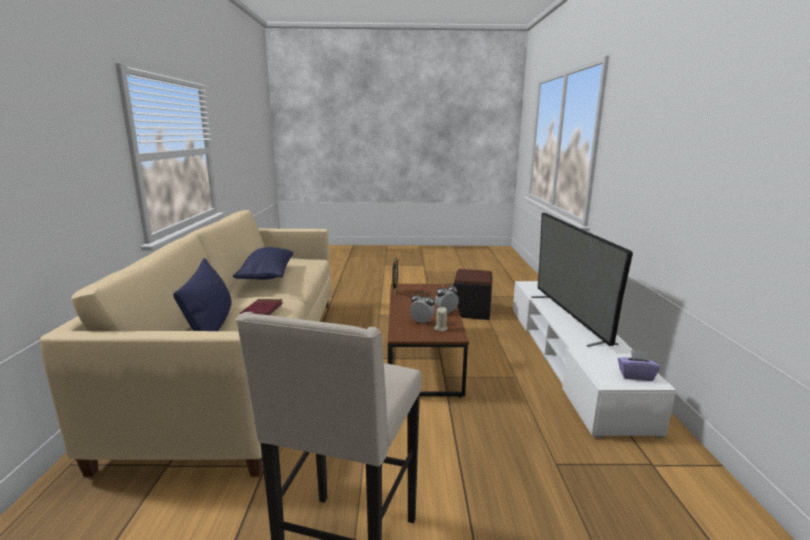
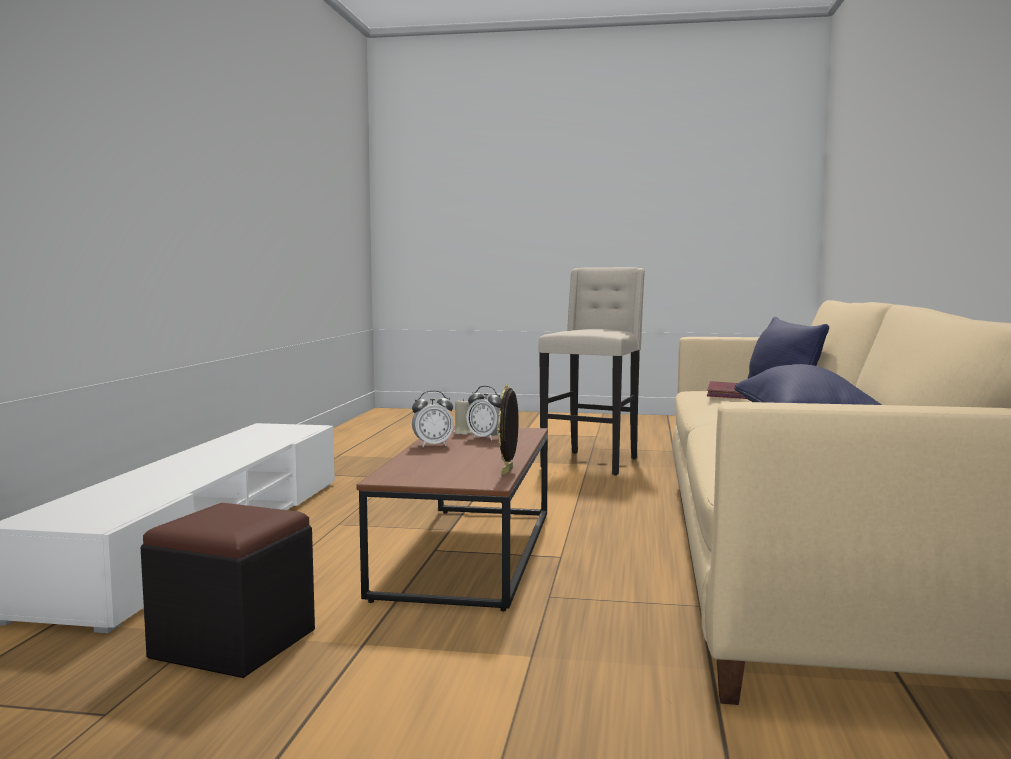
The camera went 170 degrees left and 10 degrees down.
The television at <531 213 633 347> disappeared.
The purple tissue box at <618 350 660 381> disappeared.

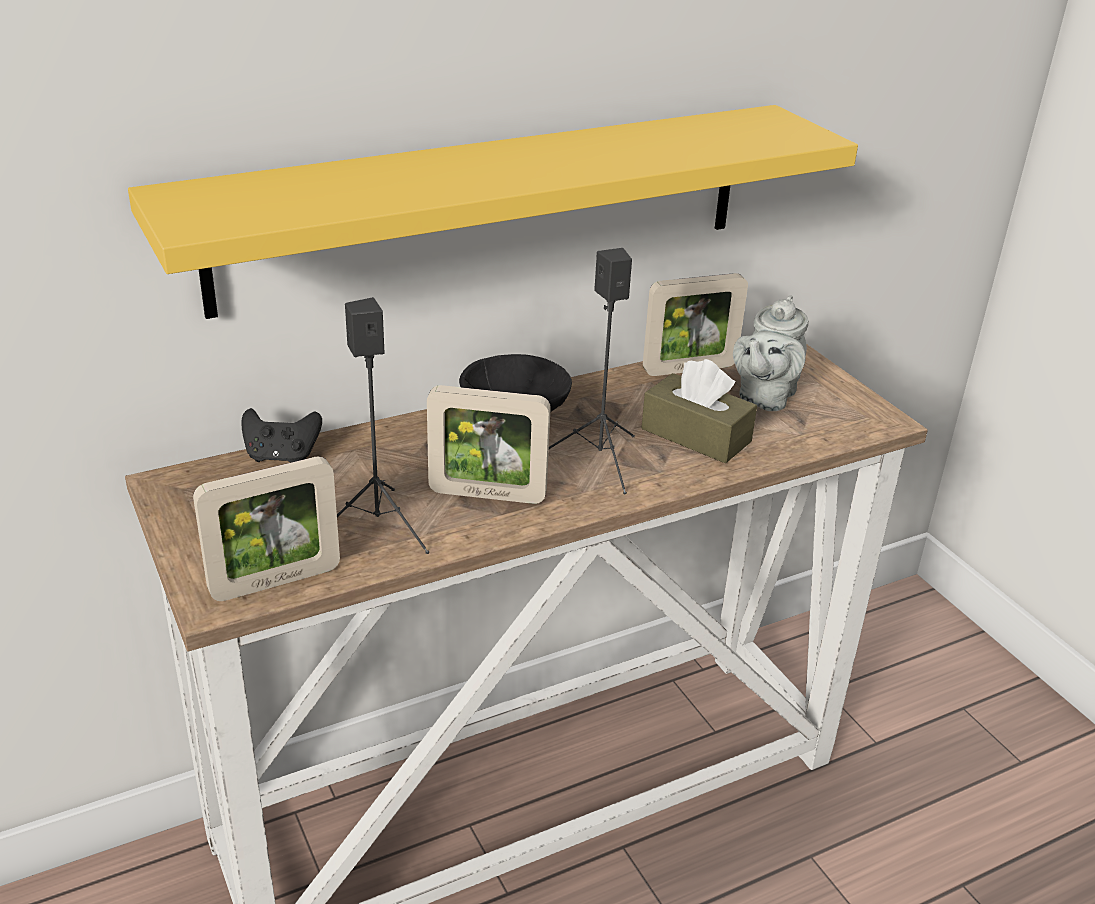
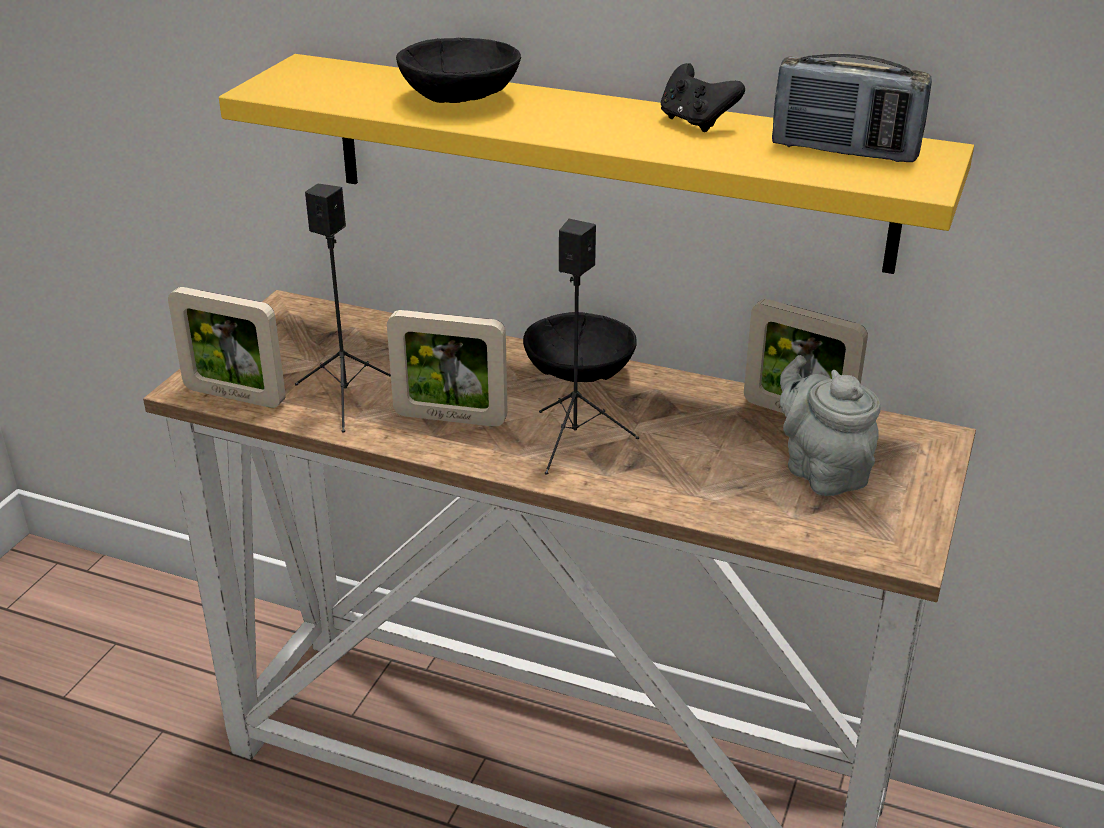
The camera went 50 degrees right and 0 degrees up.
The grey teapot at <733 295 809 411> turned 75 degrees clockwise.
The brown tissue box at <641 359 757 463> disappeared.
The picture frame at <427 385 551 504> turned 45 degrees counterclockwise.
The black game controller moved from <241 408 322 462> to <661 63 745 132>.
The black bowl at <396 38 521 103> appeared.
The radio at <772 54 932 162> appeared.

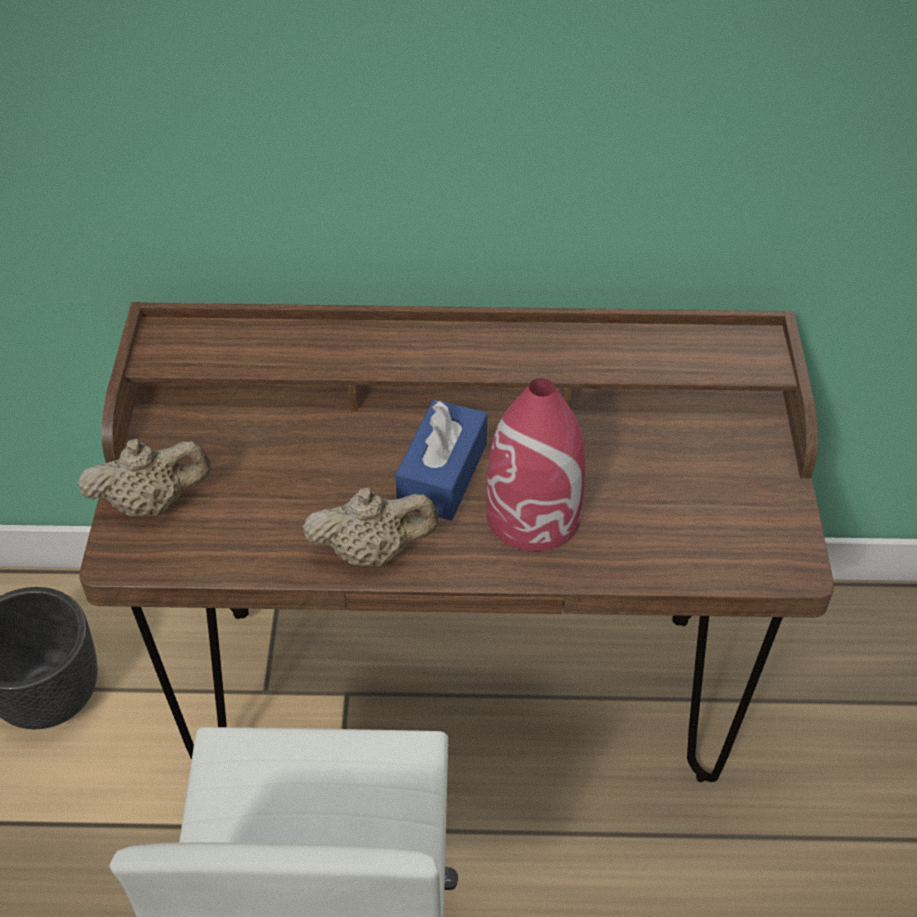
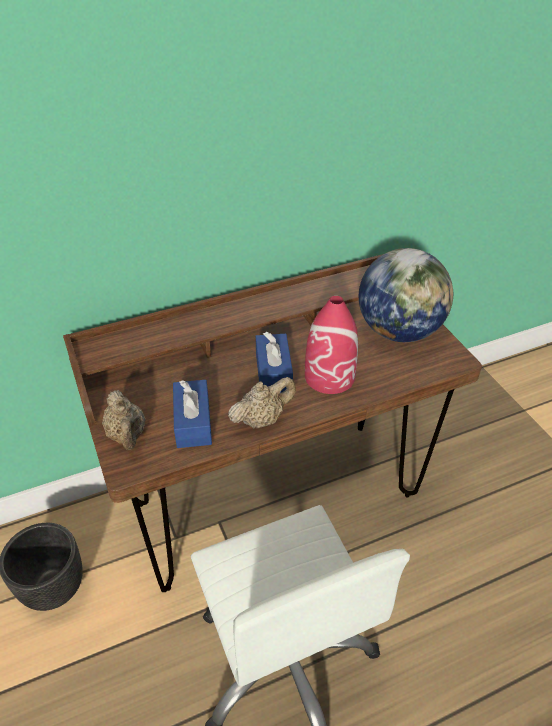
The camera went 25 degrees left and 5 degrees down.
The beige teapot at <77 439 210 516> turned 105 degrees clockwise.
The globe at <359 248 453 342> appeared.
The blue tissue box at <173 380 212 448> appeared.

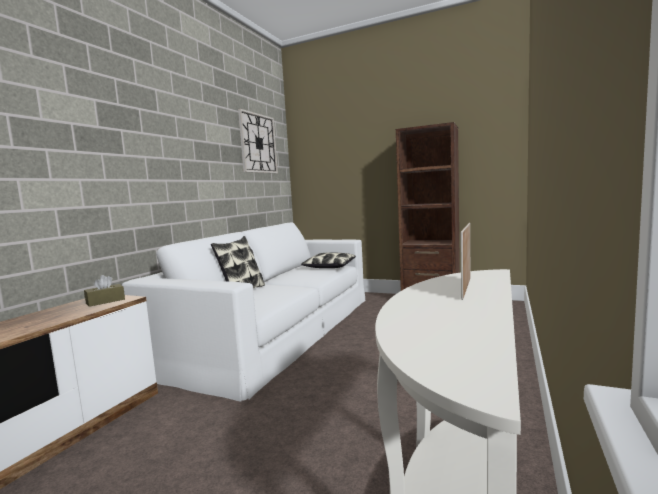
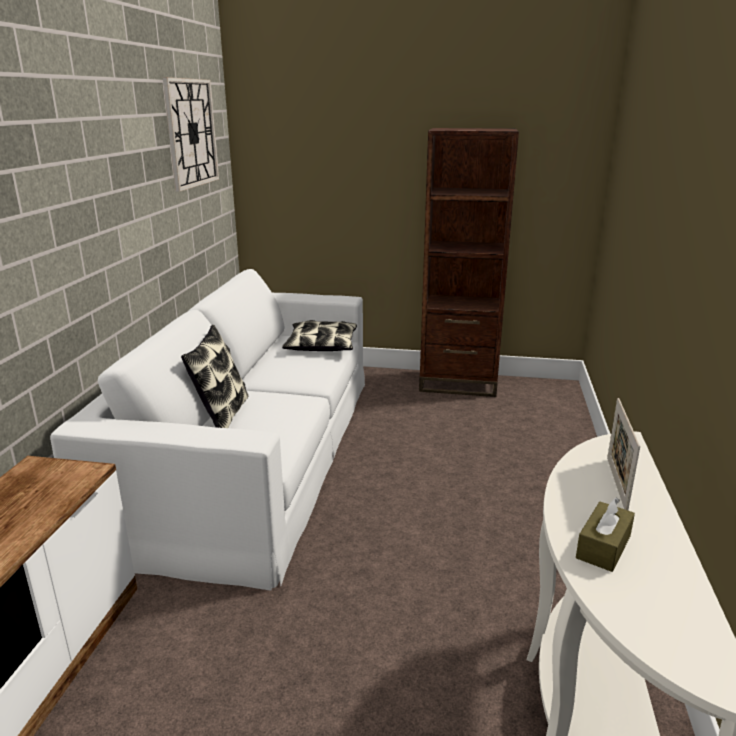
The camera went 15 degrees left and 15 degrees up.
The brown tissue box moved from <84 275 125 307> to <576 498 635 572>.

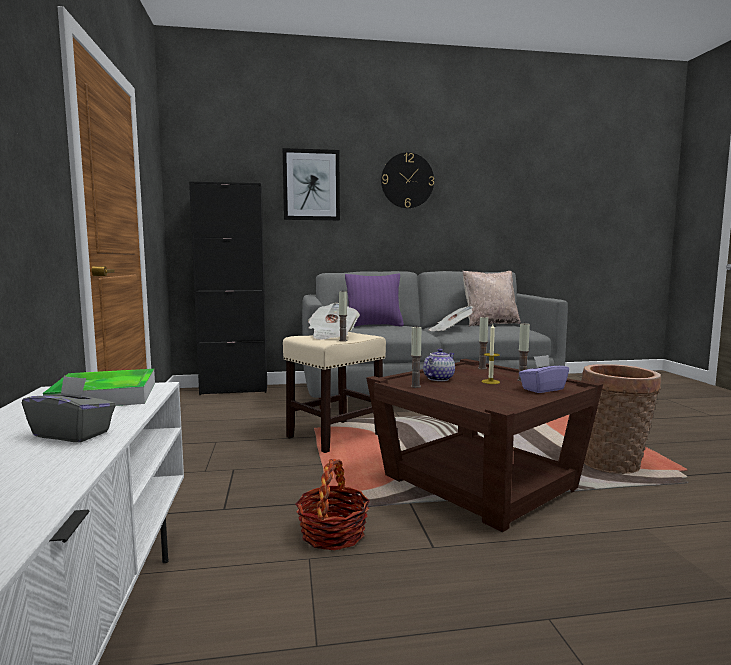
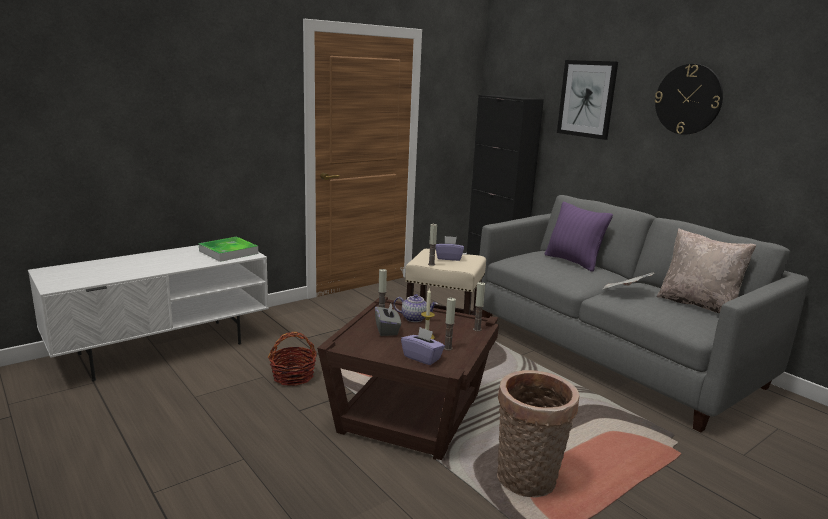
The camera went 60 degrees right and 10 degrees up.
The newspaper at <308 303 360 340> was replaced by the purple tissue box at <435 236 464 261>.
The grey tissue box moved from <22 376 116 442> to <375 304 401 336>.

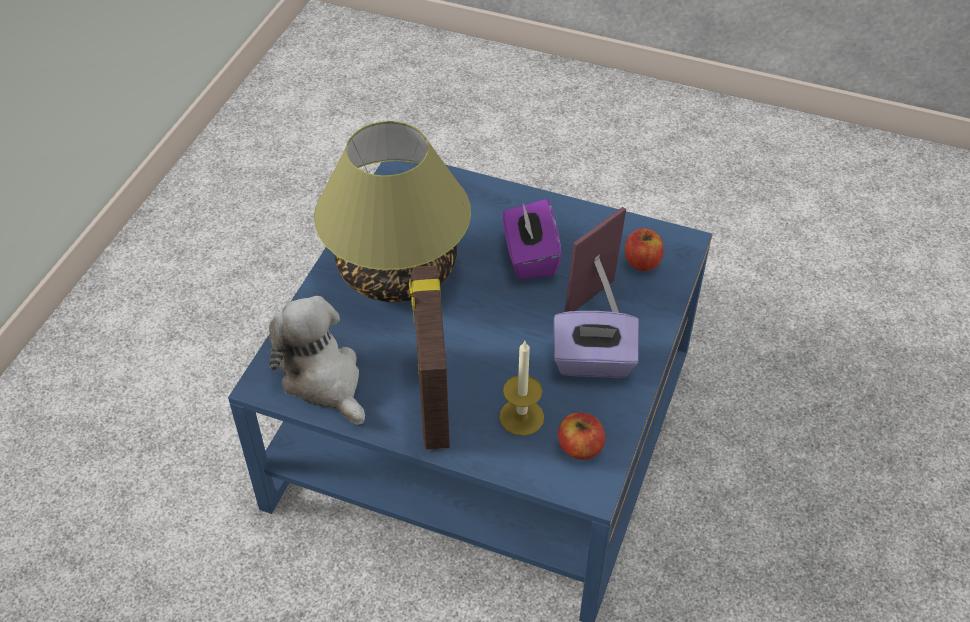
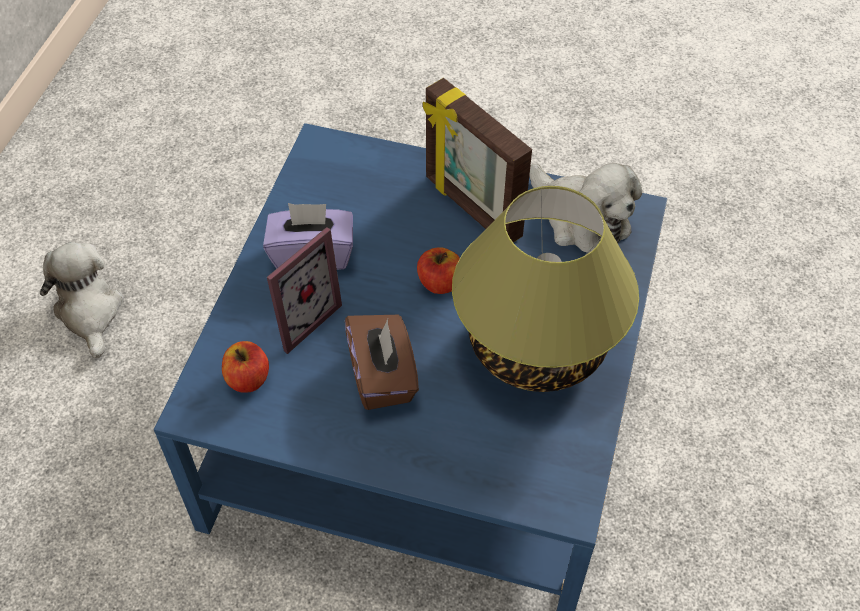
The camera went 175 degrees right and 5 degrees up.
The purple tissue box at <503 199 562 279> became the brown tissue box at <345 315 419 410>.
The picture frame at <409 266 450 450> turned 150 degrees clockwise.
The candle at <499 341 544 436> disappeared.
The apple moved from <558 413 605 460> to <417 247 460 294>.
The plush toy at <40 242 124 358> appeared.

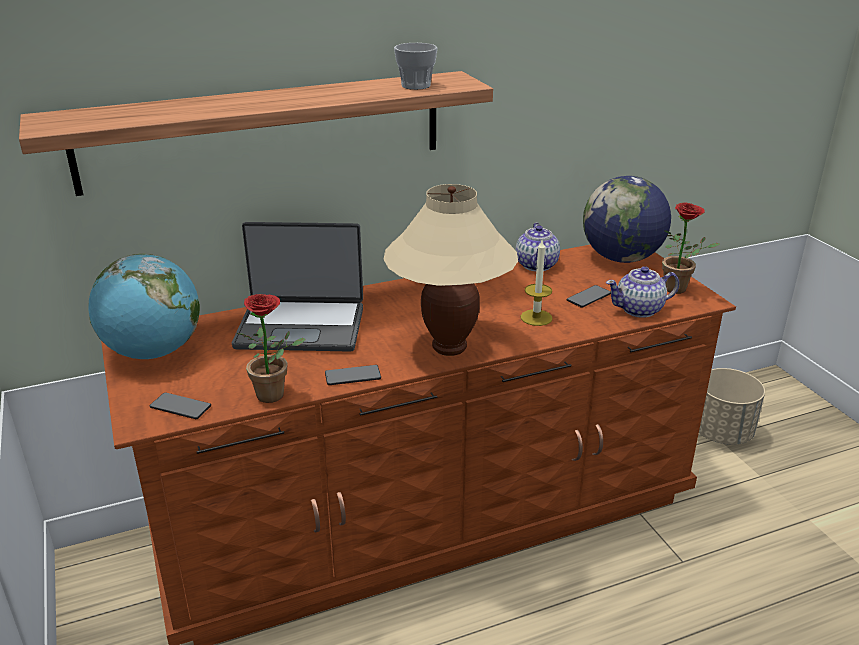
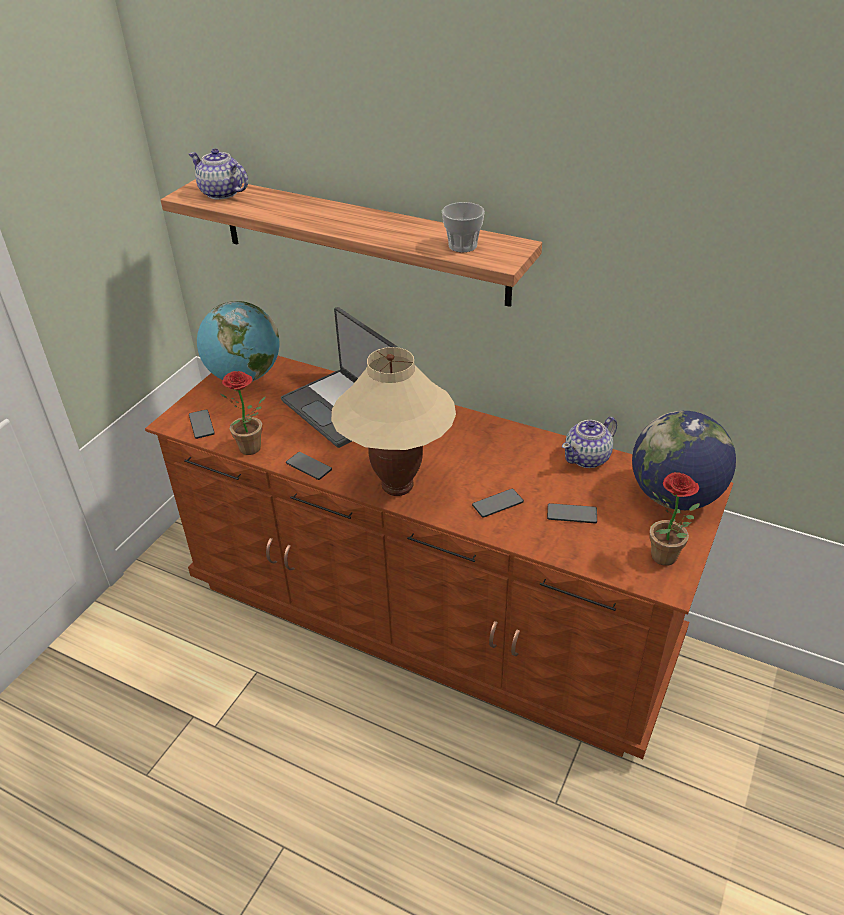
The camera went 50 degrees right and 10 degrees up.
The candle at <521 240 553 326> was replaced by the phone at <472 489 524 518>.
The teapot moved from <606 266 679 318> to <189 149 248 200>.
The beige planter at <699 368 765 445> disappeared.

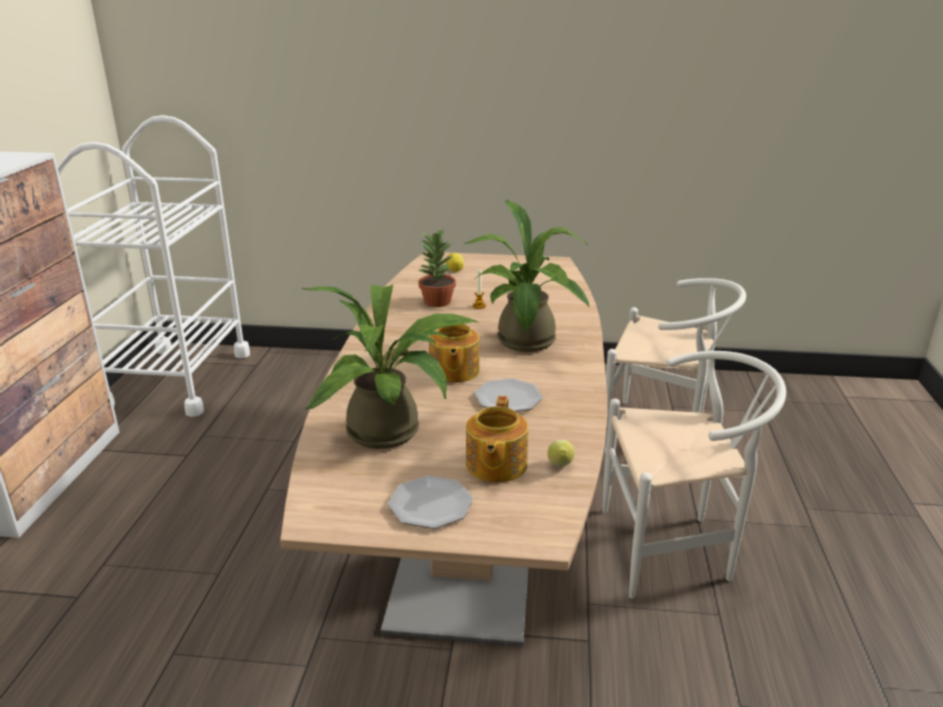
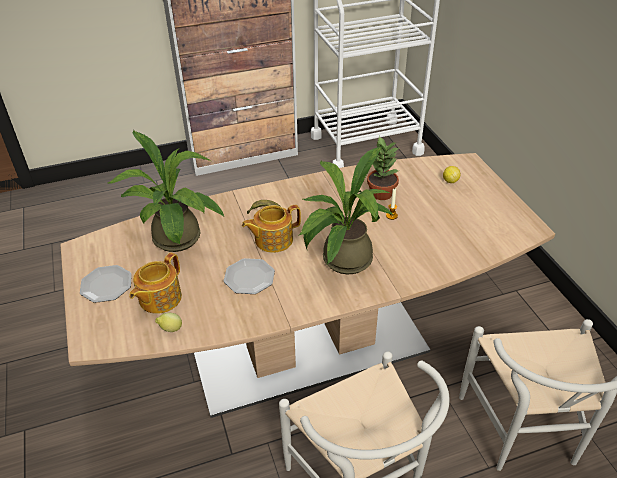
The camera went 65 degrees right and 15 degrees up.
The teapot at <466 396 528 482> turned 45 degrees counterclockwise.

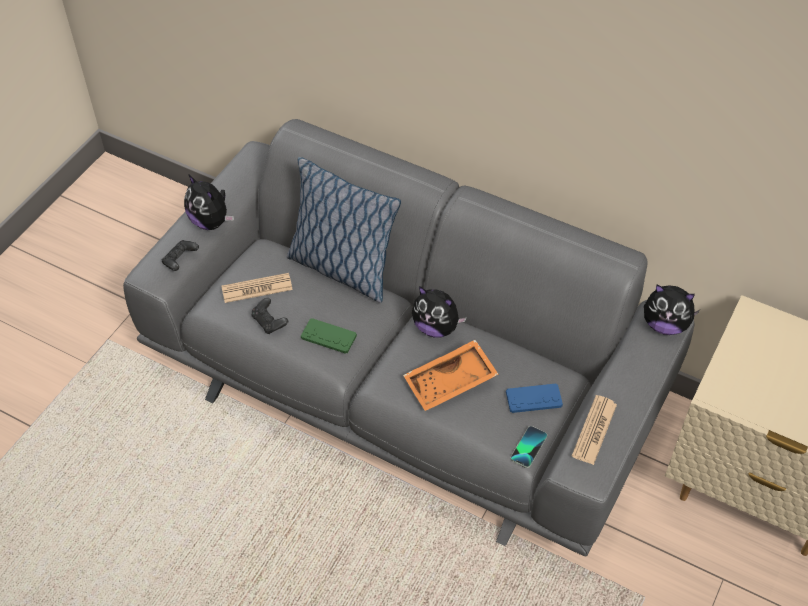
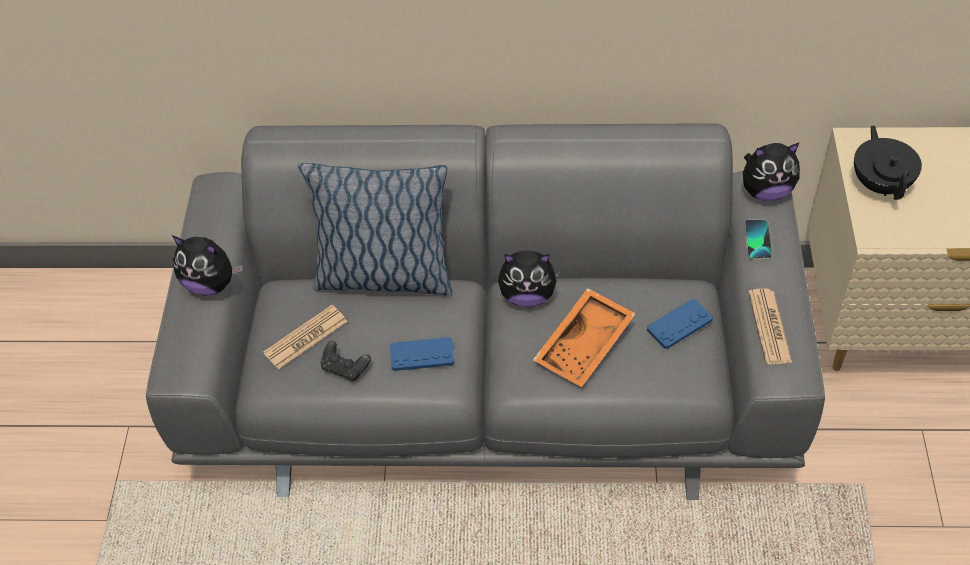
The camera went 25 degrees left and 0 degrees up.
The black game controller at <162 240 199 271> disappeared.
The green game controller at <301 318 357 354> became the blue game controller at <390 337 455 371>.
The phone moved from <511 426 547 468> to <744 220 772 260>.
The black teapot at <854 125 922 200> appeared.

